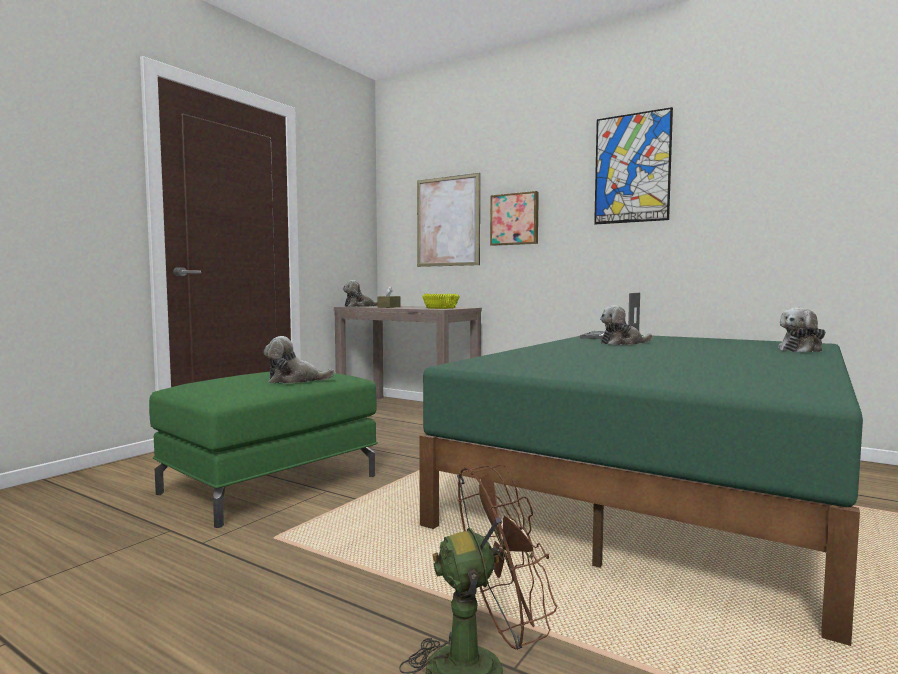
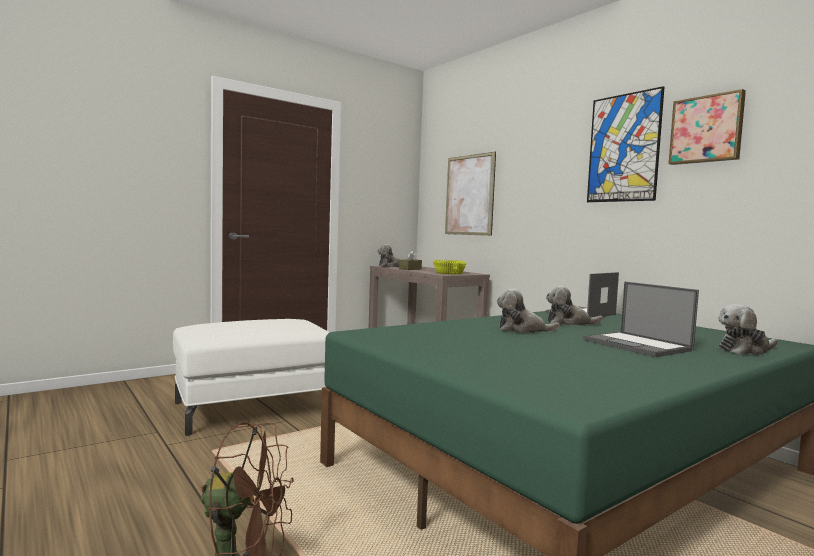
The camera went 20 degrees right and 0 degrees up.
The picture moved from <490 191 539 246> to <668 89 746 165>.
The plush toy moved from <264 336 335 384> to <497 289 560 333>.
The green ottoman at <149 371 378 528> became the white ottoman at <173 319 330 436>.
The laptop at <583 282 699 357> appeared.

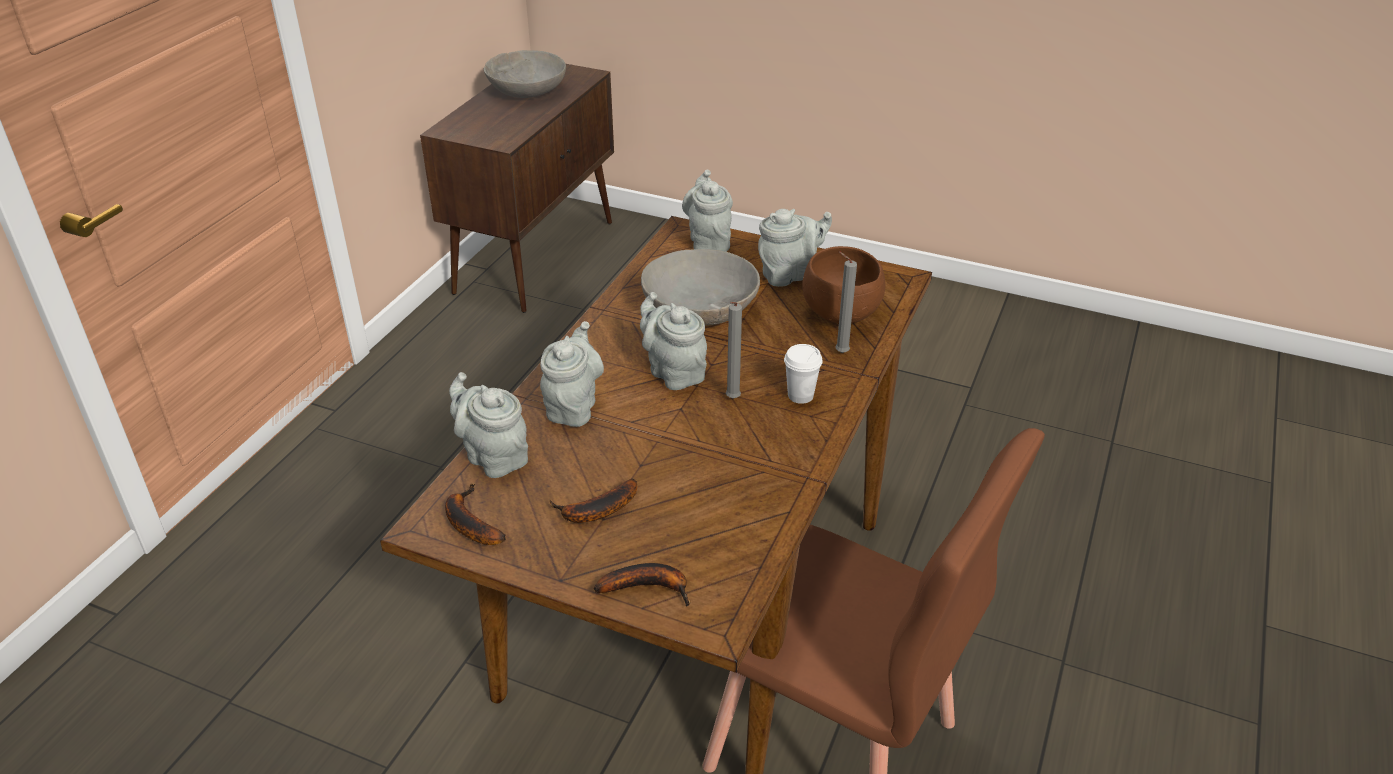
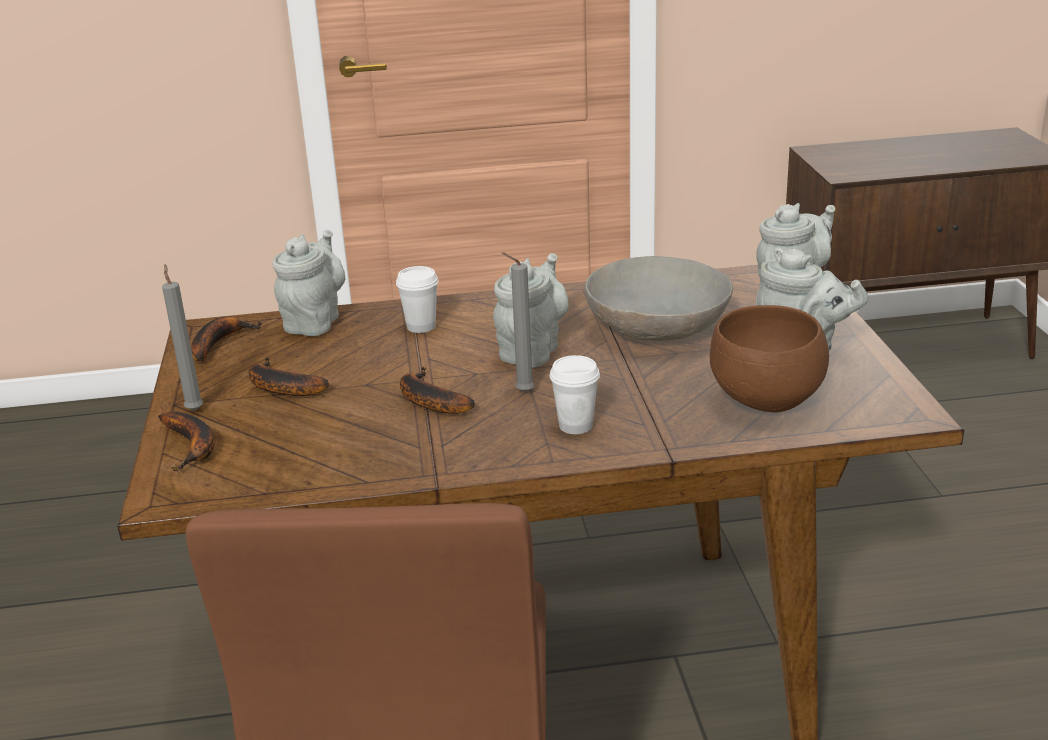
The camera went 60 degrees right and 10 degrees down.
The grey bowl at <484 50 566 98> disappeared.
The grey candle moved from <835 251 857 353> to <162 264 203 411>.
The grey teapot at <540 321 604 427> was replaced by the white cup at <396 266 438 333>.
The banana at <400 367 475 414> appeared.

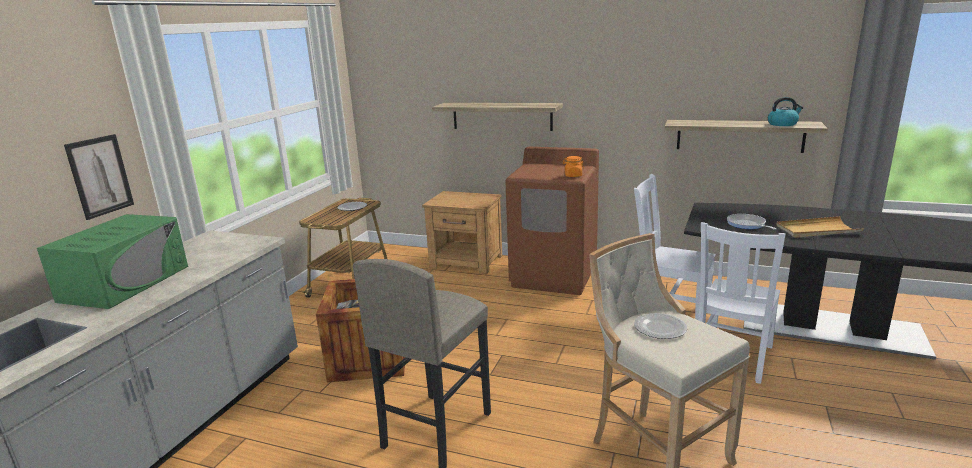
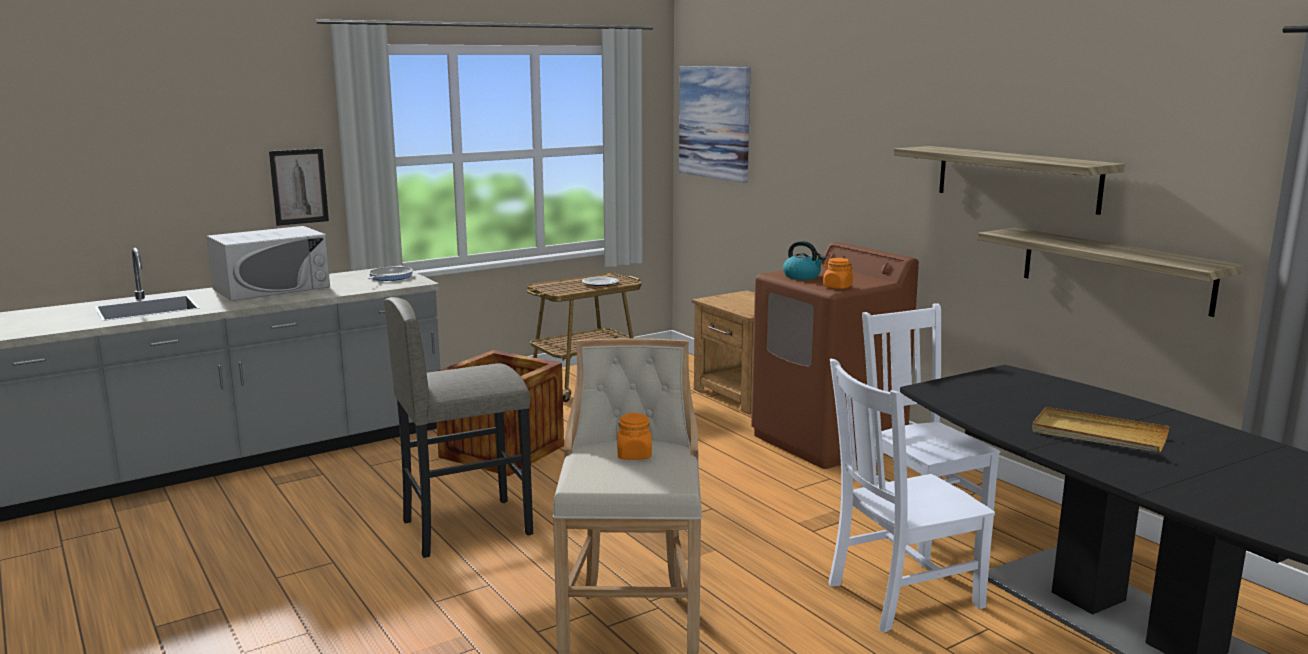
The camera went 35 degrees right and 5 degrees down.
The kettle moved from <768 97 803 126> to <783 241 825 280>.
The shelf moved from <432 103 563 131> to <894 146 1125 215>.
The green microwave at <37 214 188 309> became the white microwave at <206 226 330 301>.
The frying pan moved from <727 214 776 229> to <368 267 413 281>.
The plate at <634 313 687 339> was replaced by the orange jar at <617 413 652 460>.
The picture at <679 66 751 183> appeared.

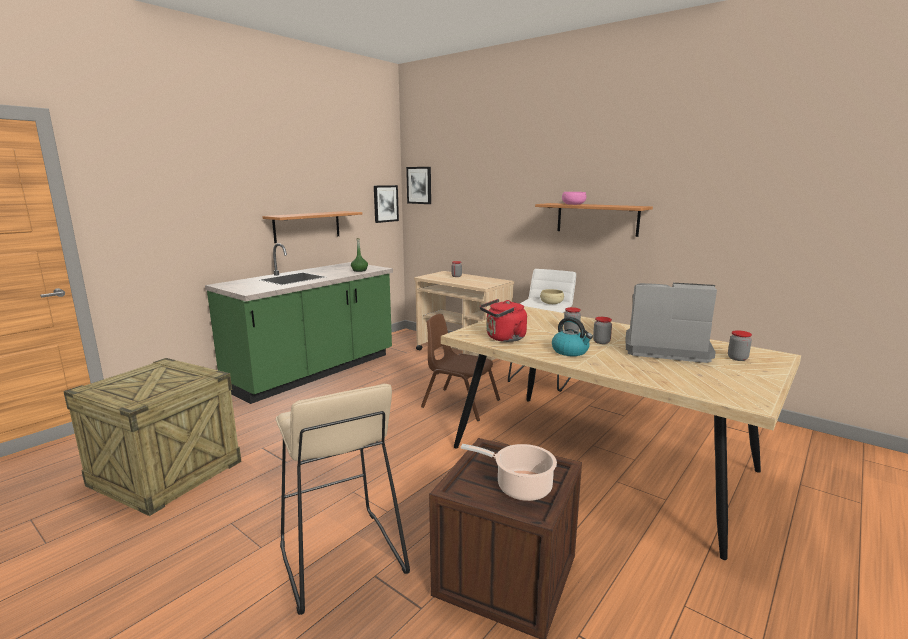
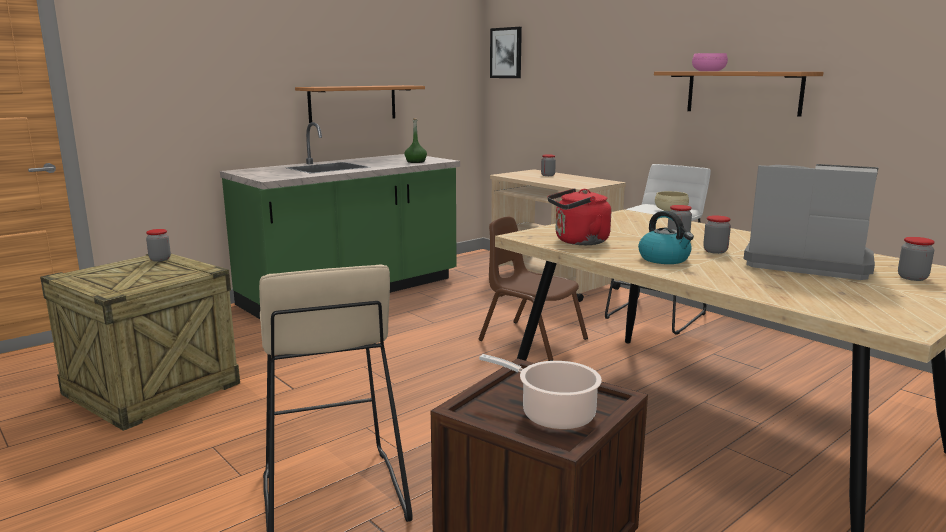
The camera went 10 degrees right and 0 degrees up.
The picture at <374 185 399 223> disappeared.
The jar at <146 229 171 262> appeared.

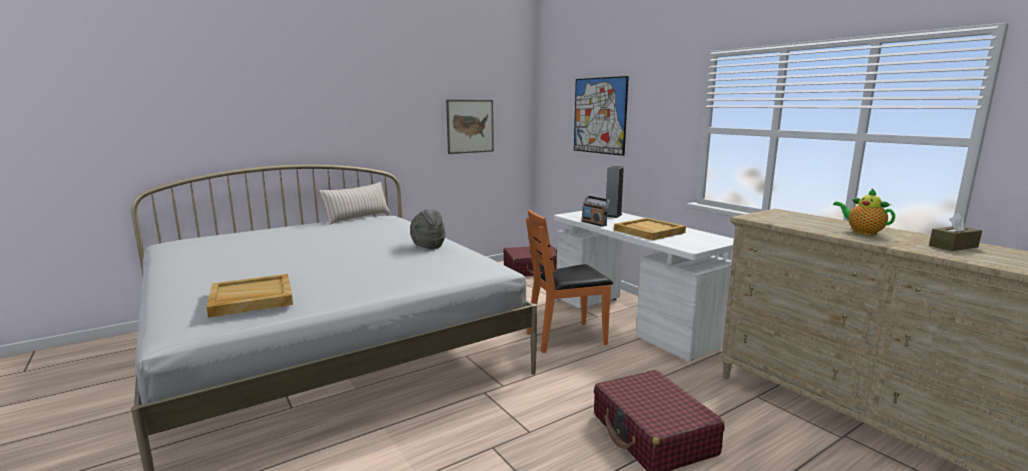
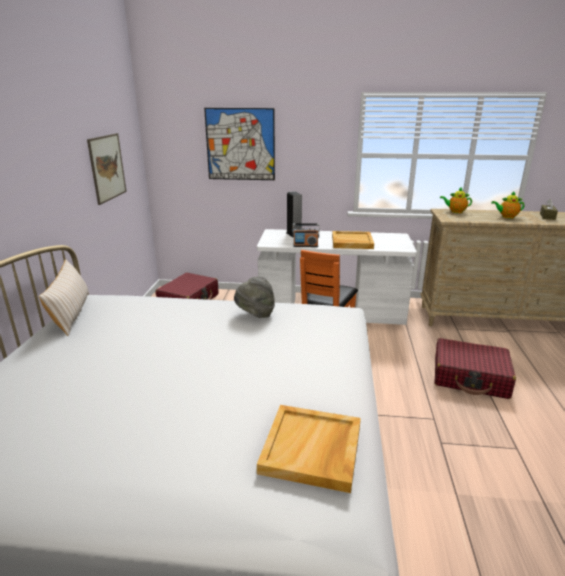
The camera went 50 degrees left and 10 degrees up.
The teapot at <440 188 472 213> appeared.

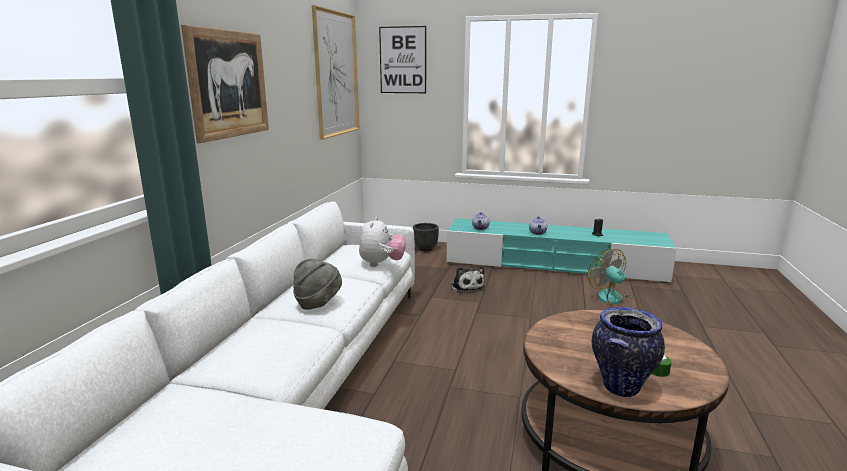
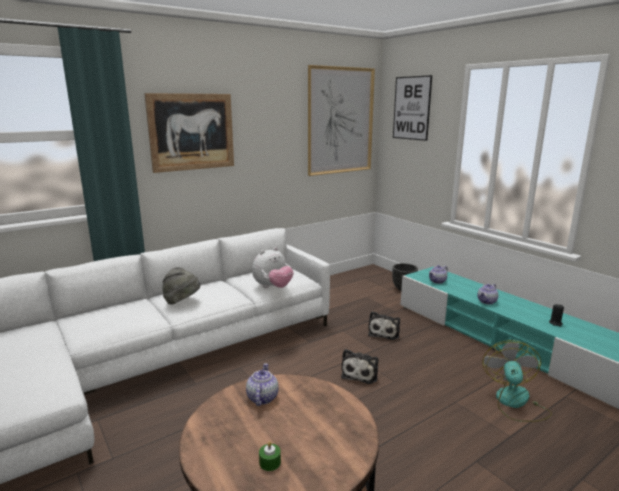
The camera went 40 degrees right and 0 degrees up.
The vase at <592 307 665 397> disappeared.
The plush toy at <341 349 378 384> appeared.
The teapot at <246 363 279 406> appeared.

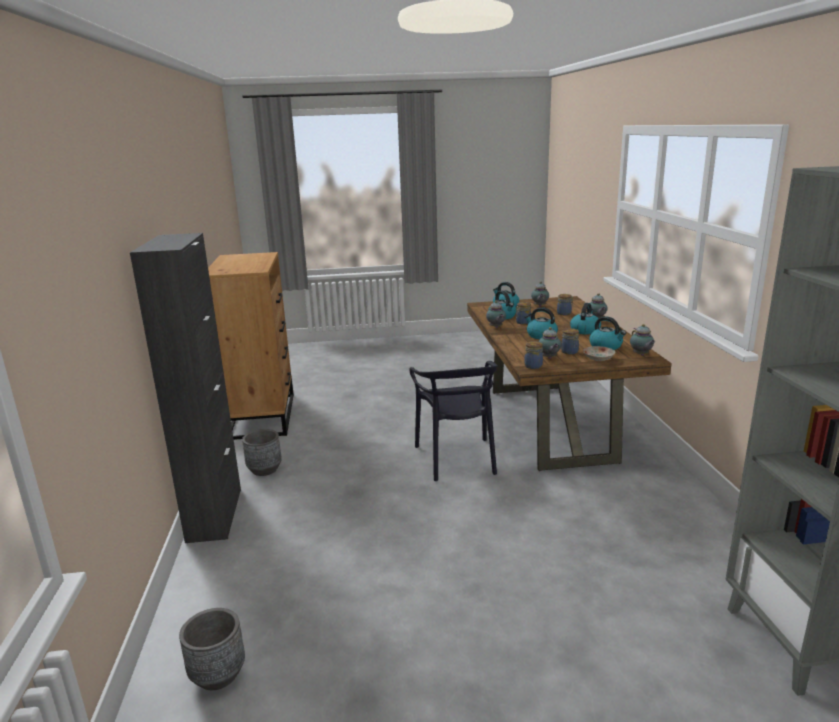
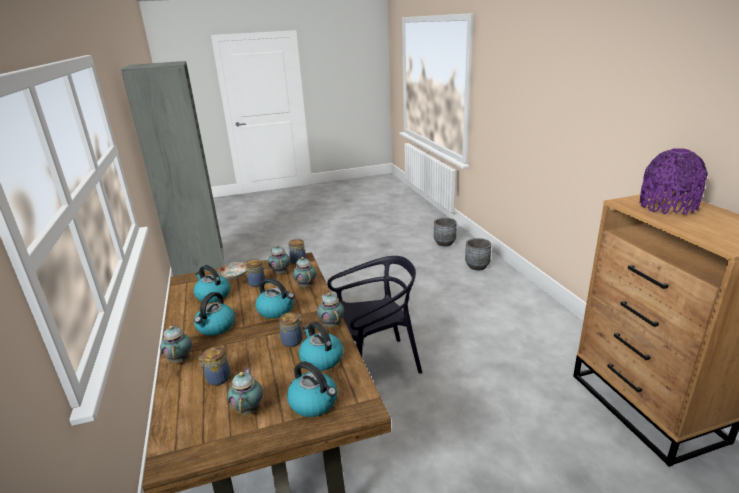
The camera went 170 degrees right and 5 degrees up.
The black cabinet at <130 233 241 543> disappeared.
The teapot moved from <630 324 655 356> to <293 257 316 288>.
The black chair at <409 361 498 481> turned 90 degrees clockwise.
The grey planter moved from <242 429 282 476> to <465 238 491 270>.
The purple vase at <640 148 708 215> appeared.

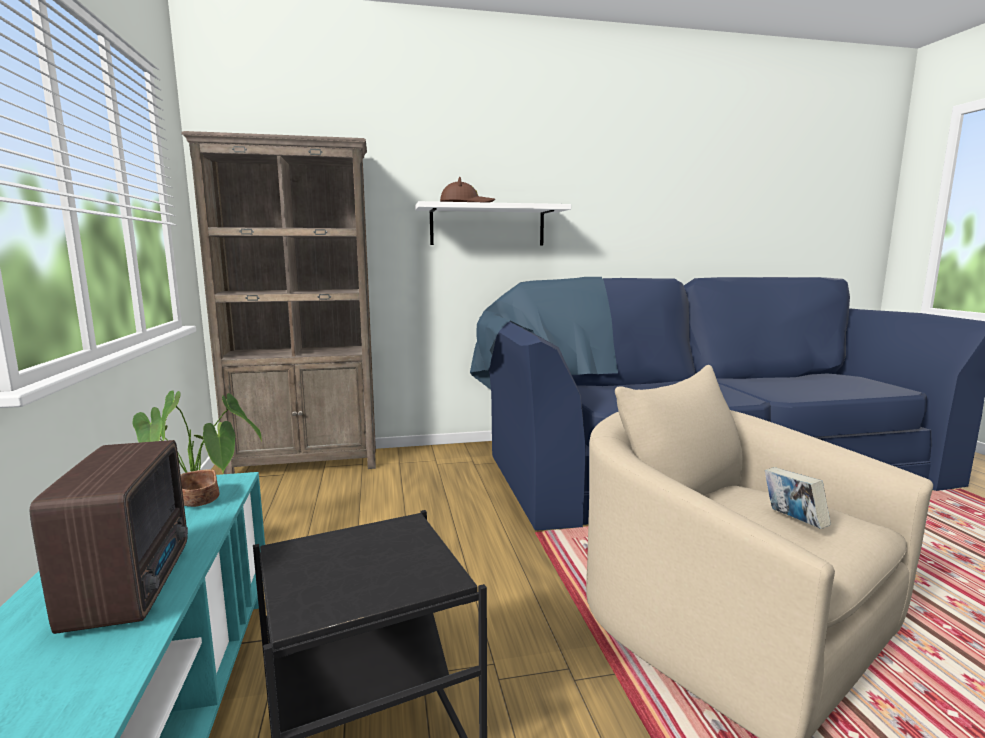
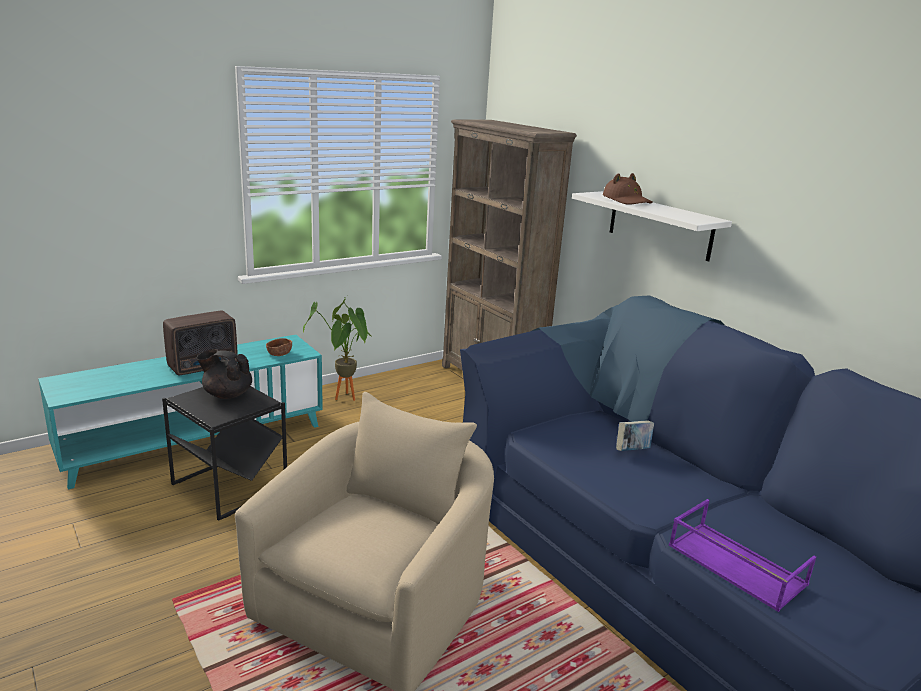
The camera went 65 degrees right and 10 degrees up.
The book moved from <765 467 831 529> to <616 420 654 451>.
The black teapot at <196 349 252 399> appeared.
The purple tray at <669 499 816 612> appeared.

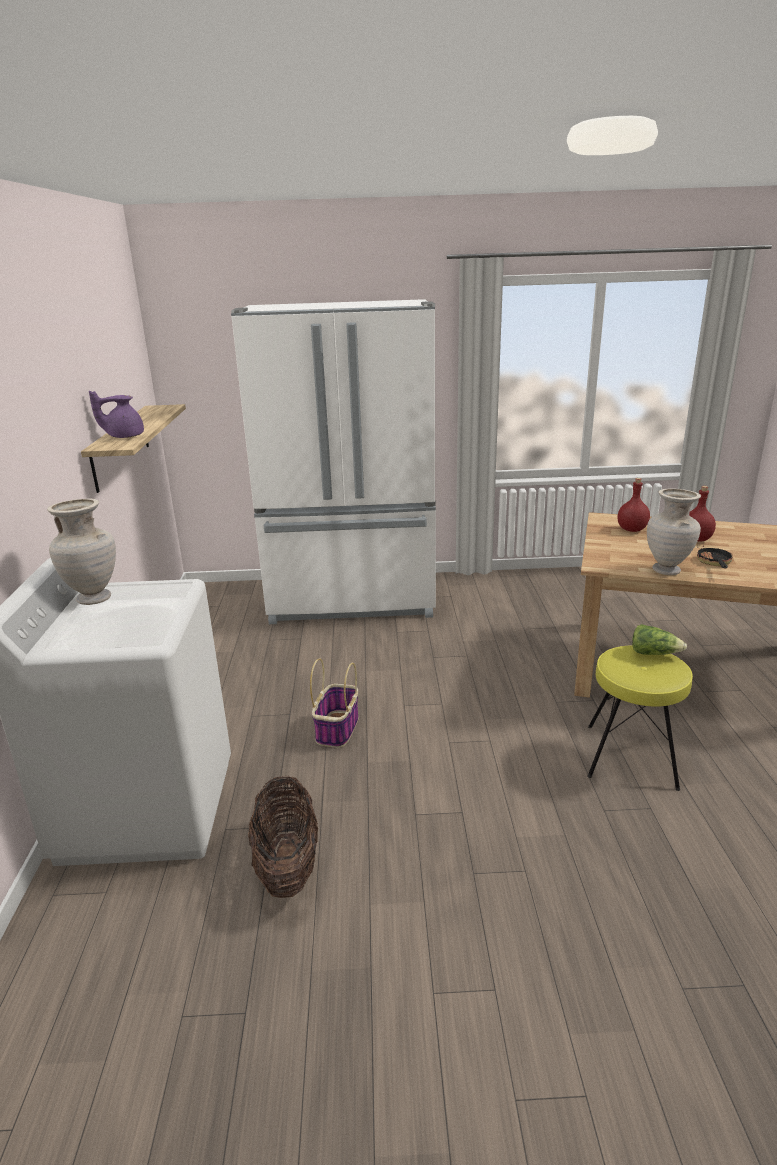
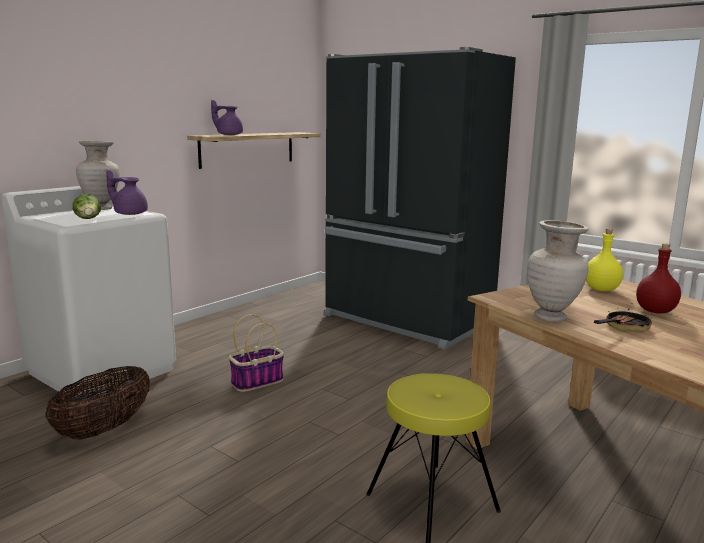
The camera went 40 degrees right and 10 degrees down.
The white fridge at <231 299 436 624> became the black fridge at <324 47 516 349>.
The red bottle at <618 478 650 532> became the yellow bottle at <586 228 623 291>.
The lettuce moved from <632 624 687 655> to <72 194 101 219>.
The purple teapot at <106 169 148 215> appeared.

